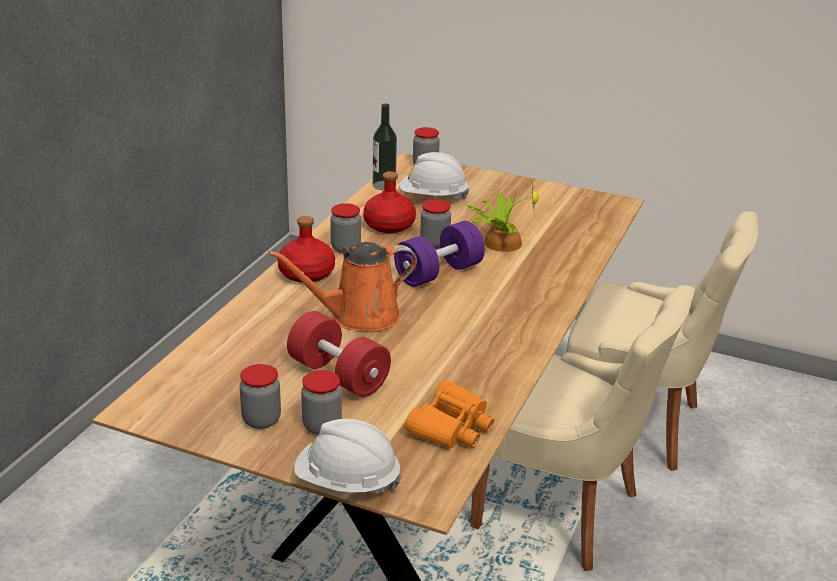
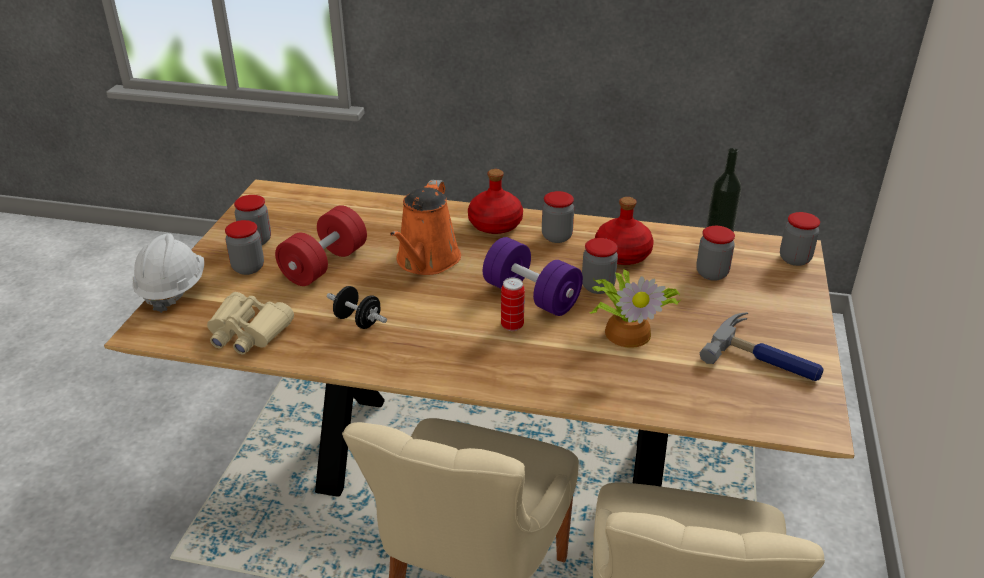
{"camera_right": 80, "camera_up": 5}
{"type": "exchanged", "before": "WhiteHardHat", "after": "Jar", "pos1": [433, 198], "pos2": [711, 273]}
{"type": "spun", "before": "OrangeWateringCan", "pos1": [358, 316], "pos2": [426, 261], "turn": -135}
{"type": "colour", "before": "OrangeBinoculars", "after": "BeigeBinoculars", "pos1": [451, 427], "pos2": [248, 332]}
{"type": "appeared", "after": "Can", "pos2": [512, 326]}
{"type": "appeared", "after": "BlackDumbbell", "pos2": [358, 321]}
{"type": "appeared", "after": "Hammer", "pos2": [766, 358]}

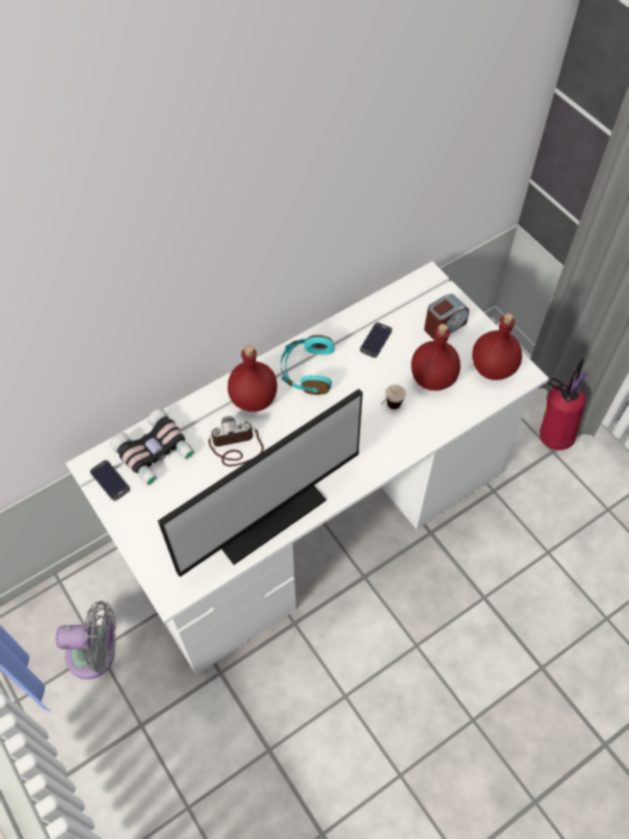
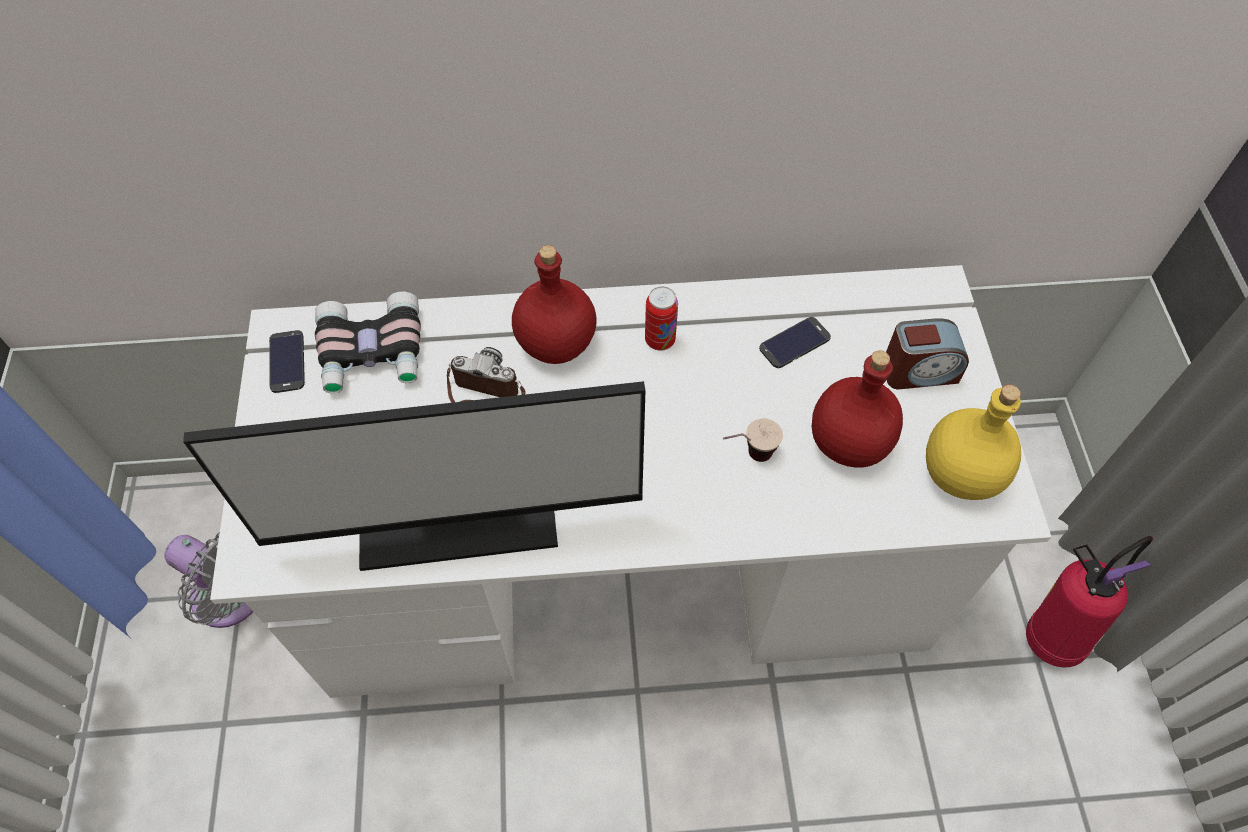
{"camera_right": 30, "camera_up": 0}
{"type": "colour", "before": "RedBottle", "after": "YellowBottle", "pos1": [493, 368], "pos2": [962, 475]}
{"type": "exchanged", "before": "TurquoiseHeadphones", "after": "Can", "pos1": [307, 371], "pos2": [660, 340]}

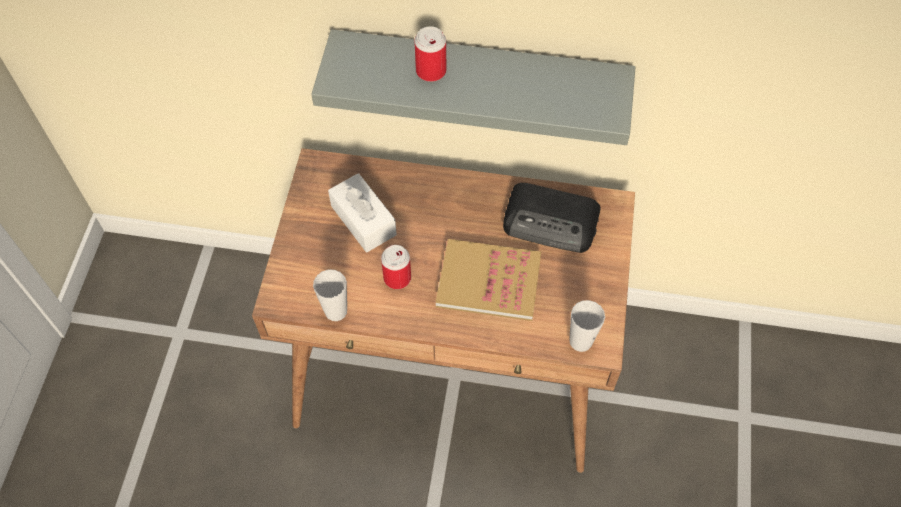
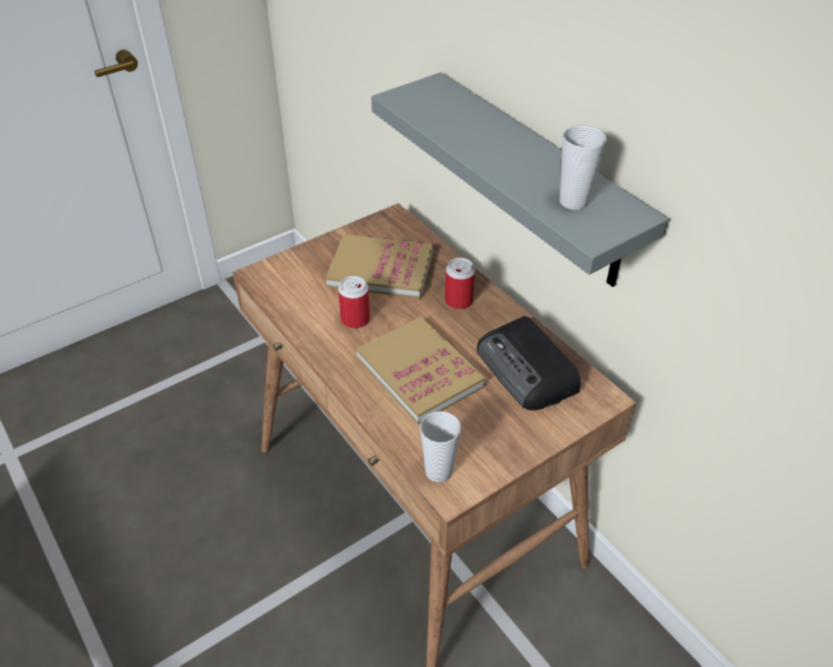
{"camera_right": 45, "camera_up": -15}
{"type": "relocated", "before": "Can", "pos1": [431, 71], "pos2": [458, 301]}
{"type": "exchanged", "before": "WhiteTissueBox", "after": "Book", "pos1": [363, 220], "pos2": [381, 269]}
{"type": "relocated", "before": "Cup", "pos1": [336, 311], "pos2": [573, 201]}

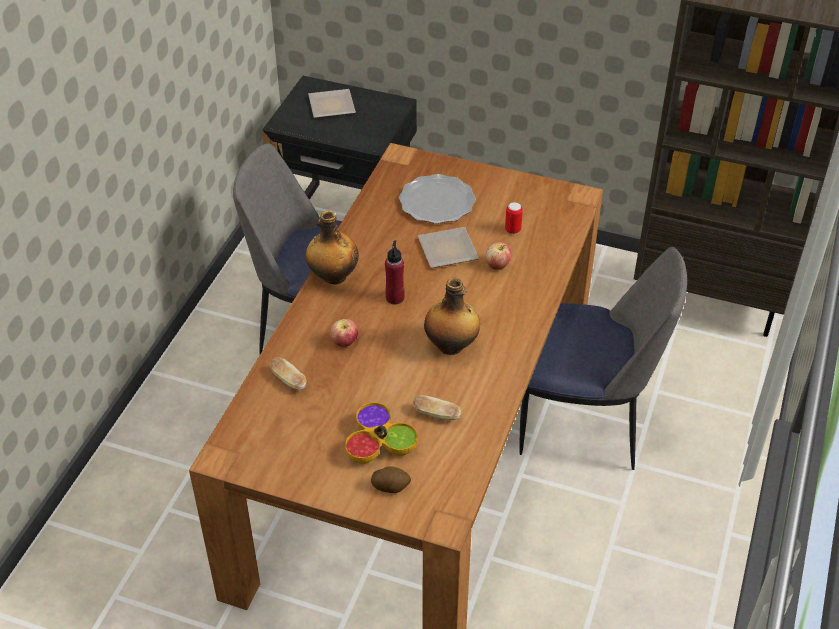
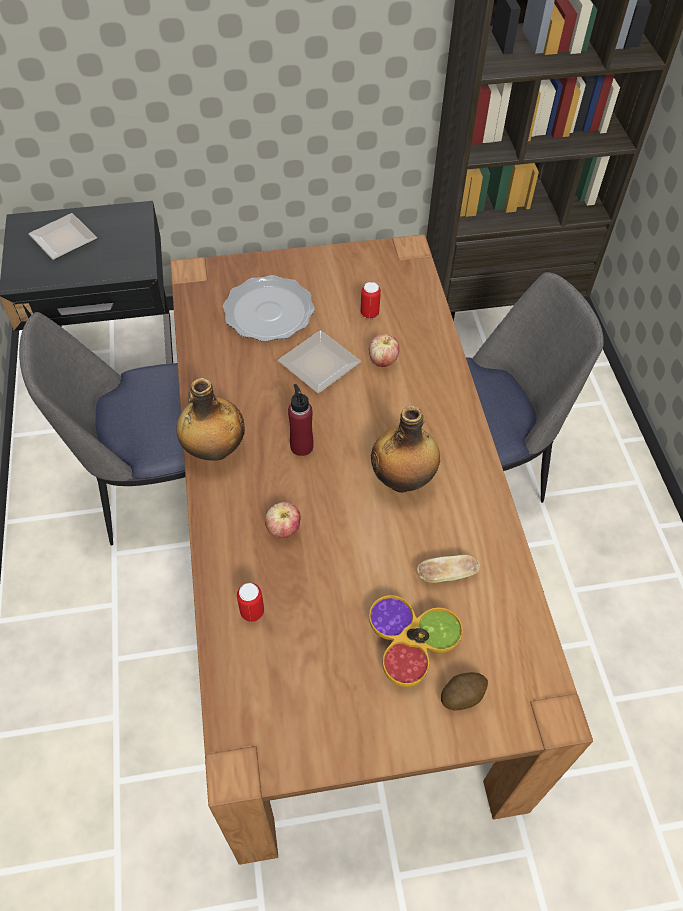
{"camera_right": -30, "camera_up": 10}
{"type": "exchanged", "before": "Bread", "after": "Can", "pos1": [289, 381], "pos2": [252, 612]}

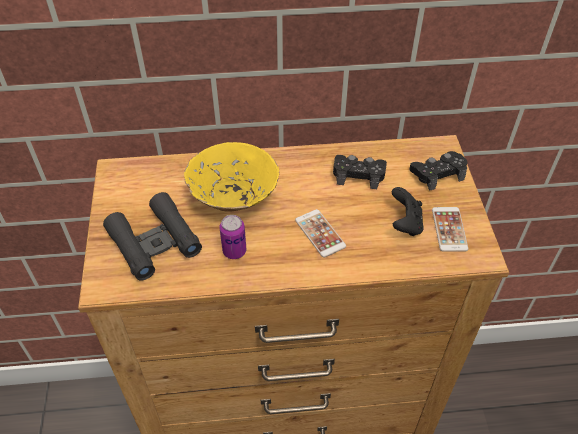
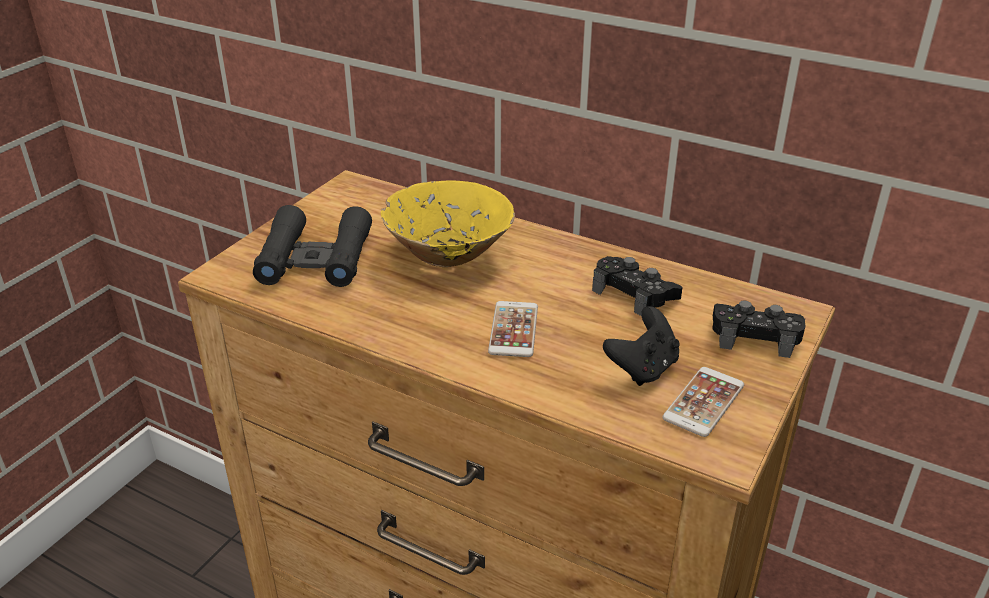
{"camera_right": 35, "camera_up": -15}
{"type": "missing", "before": "Can", "pos1": [234, 251]}

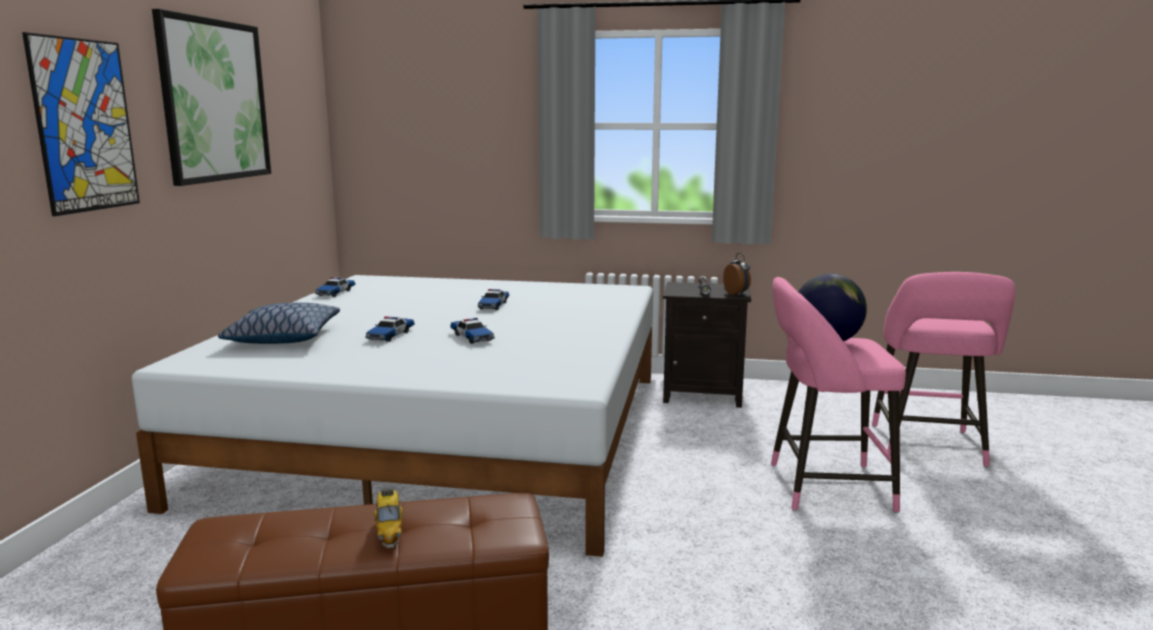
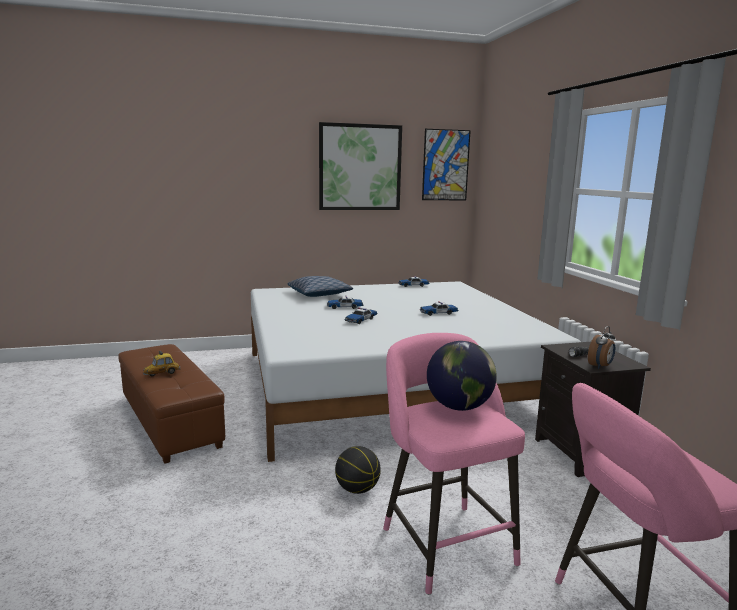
{"camera_right": 65, "camera_up": 0}
{"type": "relocated", "before": "Picture", "pos1": [85, 125], "pos2": [445, 165]}
{"type": "appeared", "after": "Basketball", "pos2": [357, 489]}

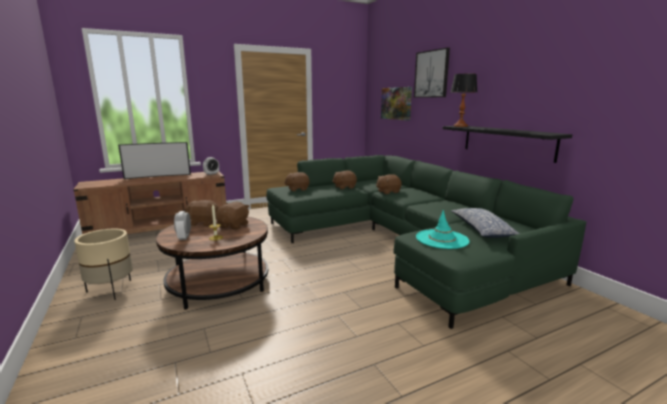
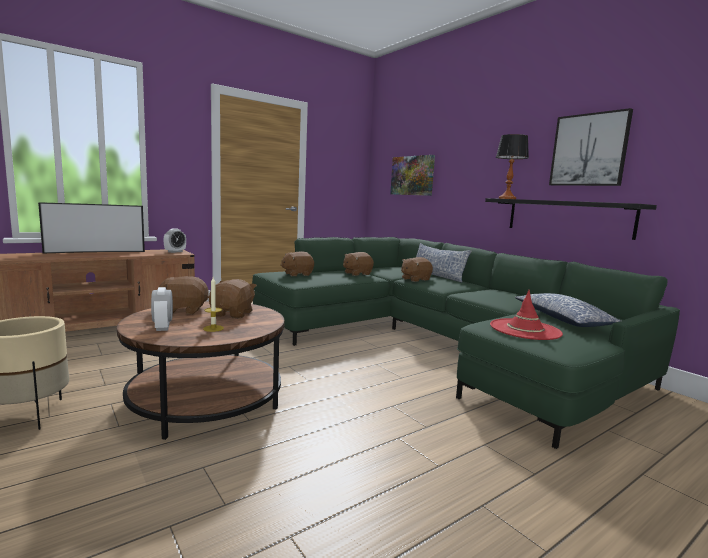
{"camera_right": -10, "camera_up": -5}
{"type": "relocated", "before": "Picture", "pos1": [431, 74], "pos2": [589, 150]}
{"type": "colour", "before": "TurquoiseHat", "after": "RedHat", "pos1": [442, 239], "pos2": [525, 329]}
{"type": "appeared", "after": "Pillow", "pos2": [437, 276]}

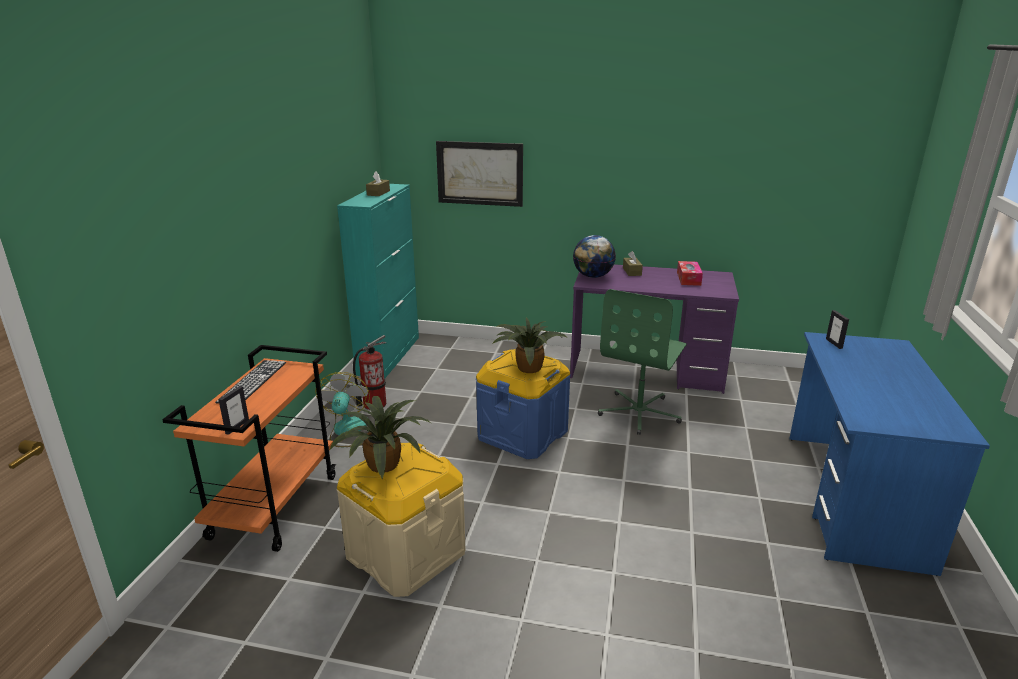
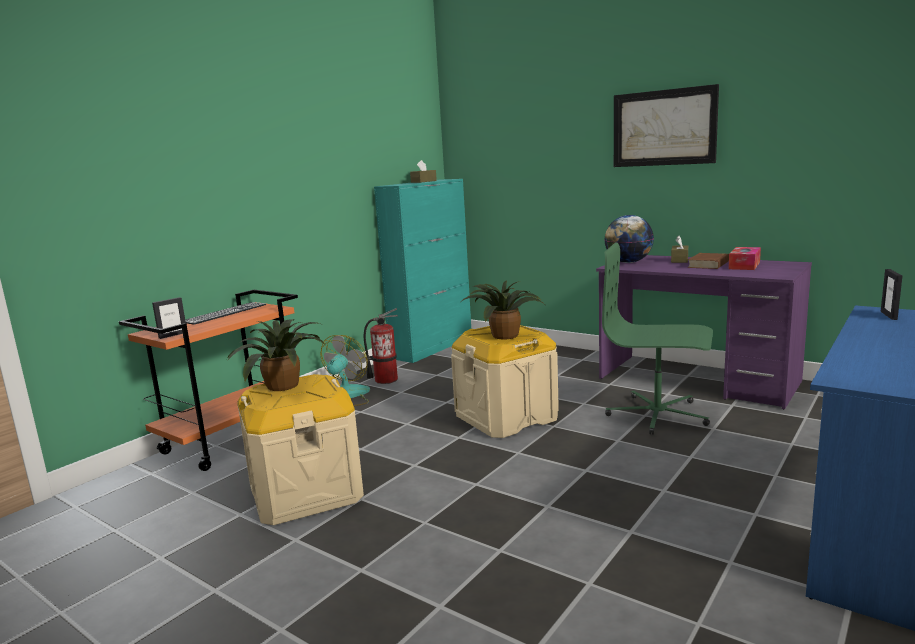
{"camera_right": 25, "camera_up": -10}
{"type": "relocated", "before": "Picture", "pos1": [480, 173], "pos2": [664, 128]}
{"type": "spun", "before": "GreenOfficeChair", "pos1": [640, 412], "pos2": [657, 415], "turn": 60}
{"type": "colour", "before": "BlueStorageBox", "after": "BeigeStorageBox", "pos1": [522, 434], "pos2": [506, 417]}
{"type": "appeared", "after": "BrownBook", "pos2": [708, 264]}

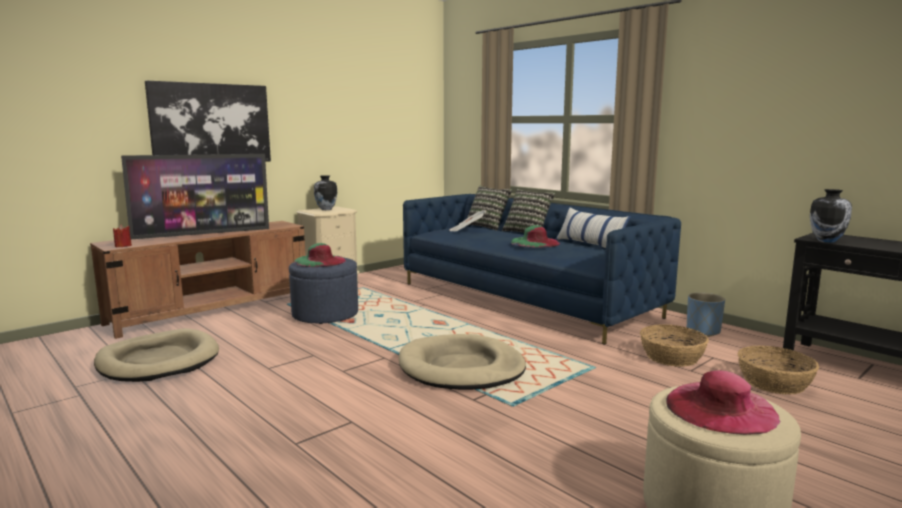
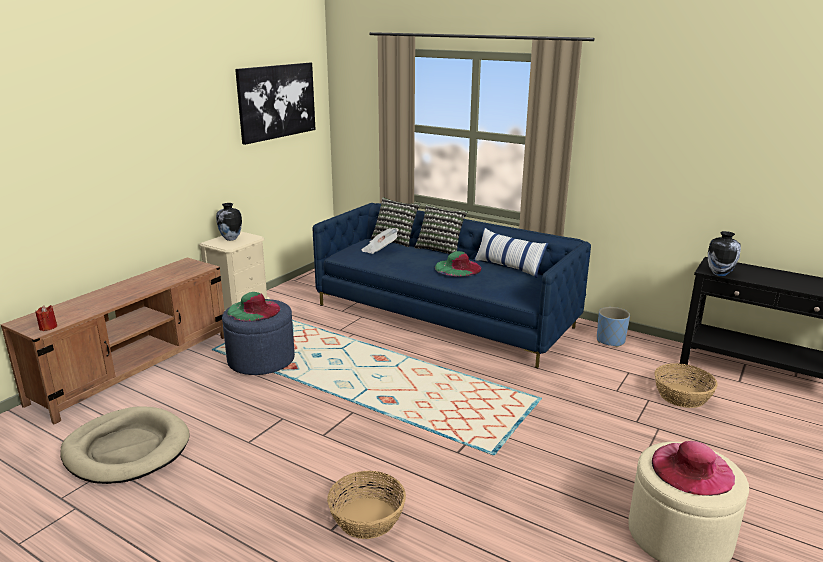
{"camera_right": -15, "camera_up": 10}
{"type": "relocated", "before": "Picture", "pos1": [211, 124], "pos2": [277, 101]}
{"type": "missing", "before": "Television", "pos1": [203, 234]}
{"type": "relocated", "before": "Basket", "pos1": [671, 357], "pos2": [366, 518]}
{"type": "missing", "before": "BeigeDogBed", "pos1": [461, 368]}

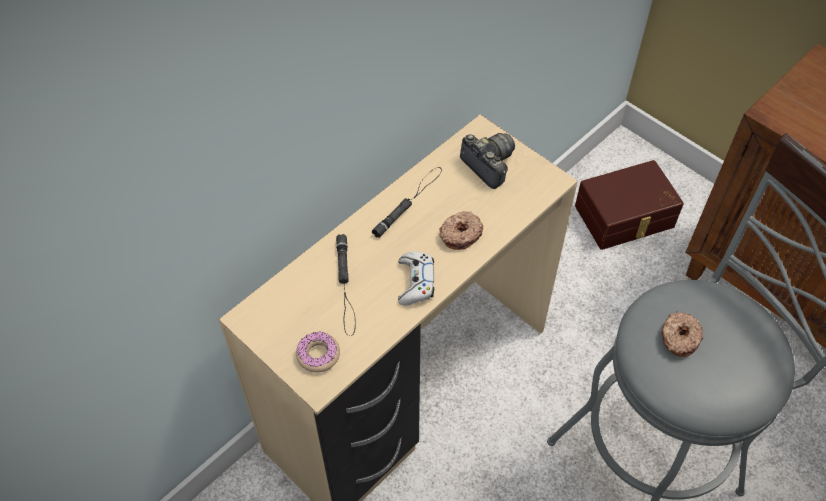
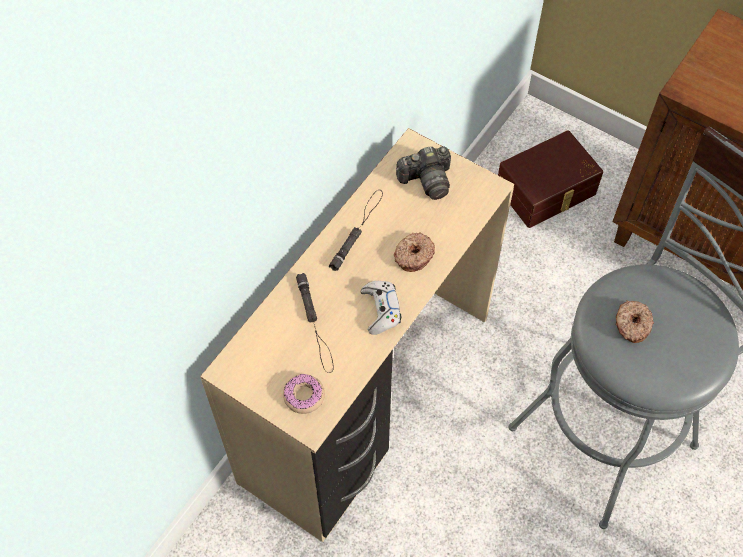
{"camera_right": -10, "camera_up": 5}
{"type": "spun", "before": "PhotoCamera", "pos1": [488, 165], "pos2": [426, 180], "turn": 120}

